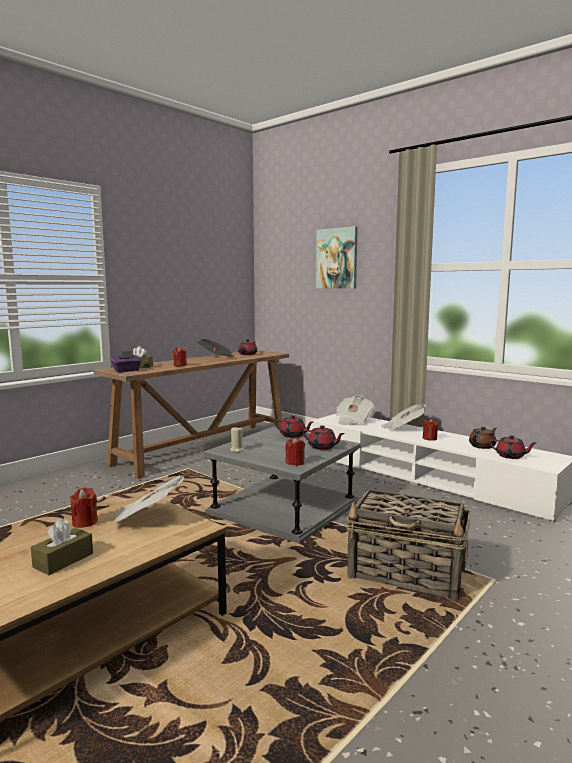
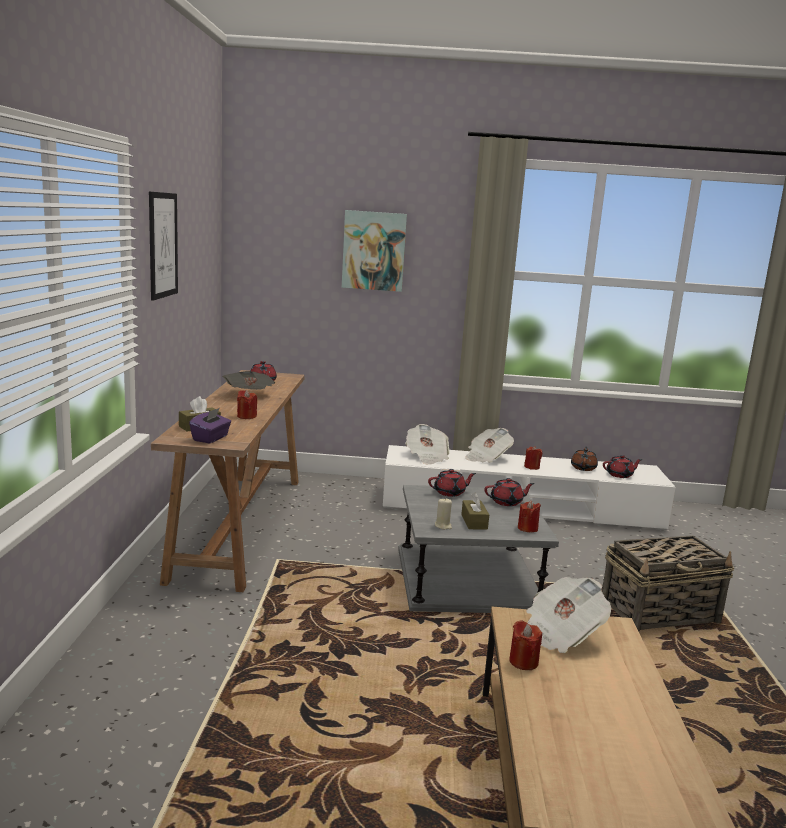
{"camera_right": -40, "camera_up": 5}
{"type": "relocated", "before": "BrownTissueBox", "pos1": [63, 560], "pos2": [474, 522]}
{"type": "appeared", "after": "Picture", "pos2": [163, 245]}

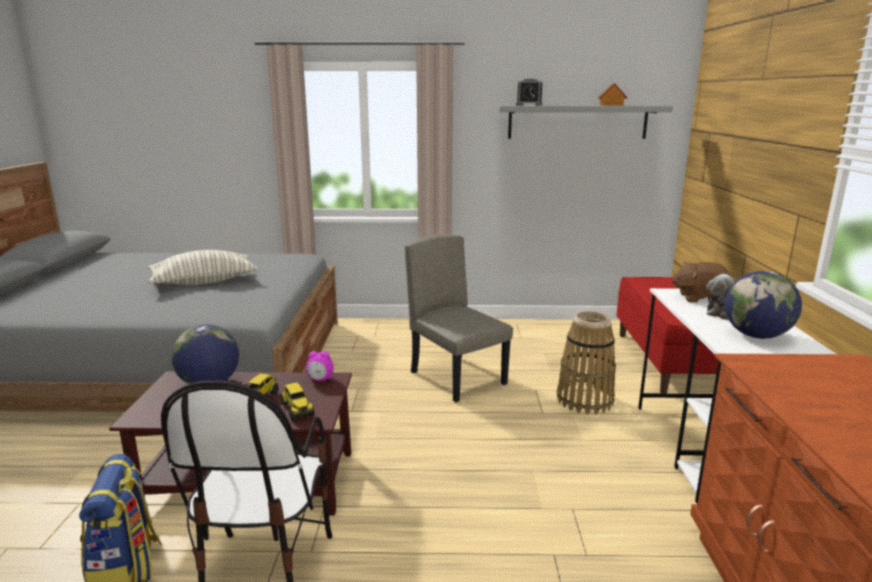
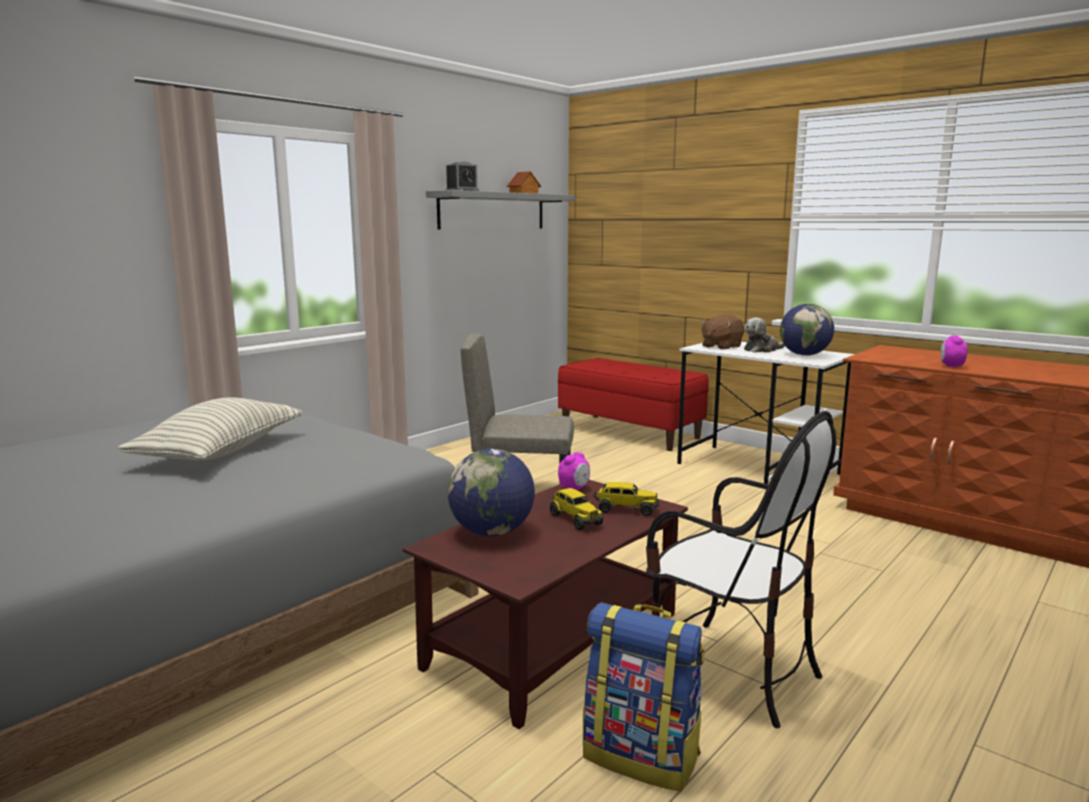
{"camera_right": -50, "camera_up": -5}
{"type": "missing", "before": "Basket", "pos1": [585, 400]}
{"type": "appeared", "after": "AlarmClock", "pos2": [951, 366]}

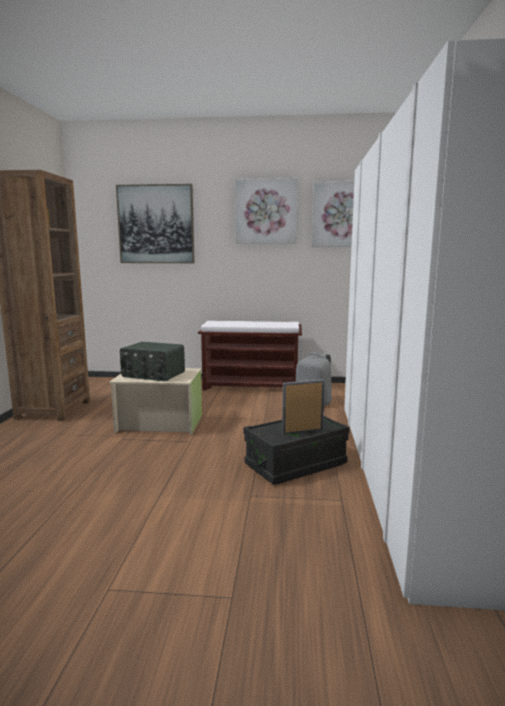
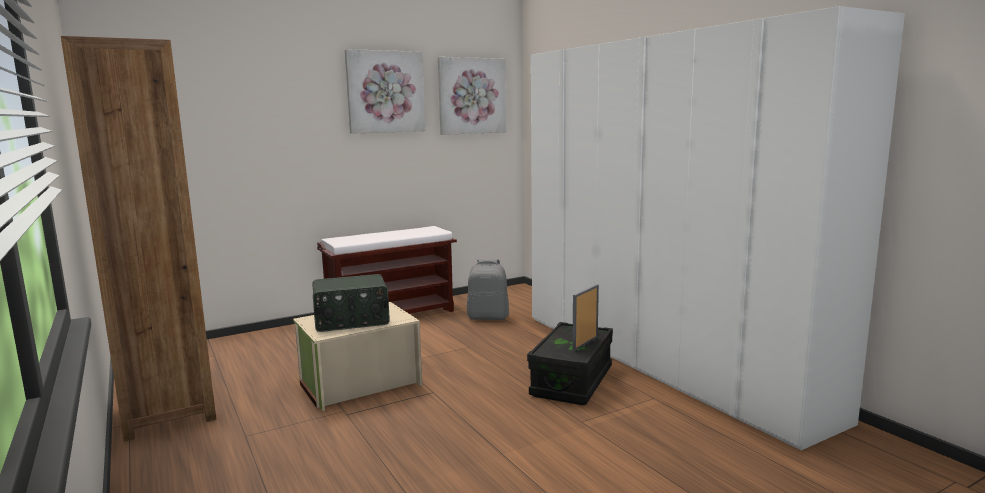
{"camera_right": -35, "camera_up": 0}
{"type": "missing", "before": "Picture", "pos1": [156, 224]}

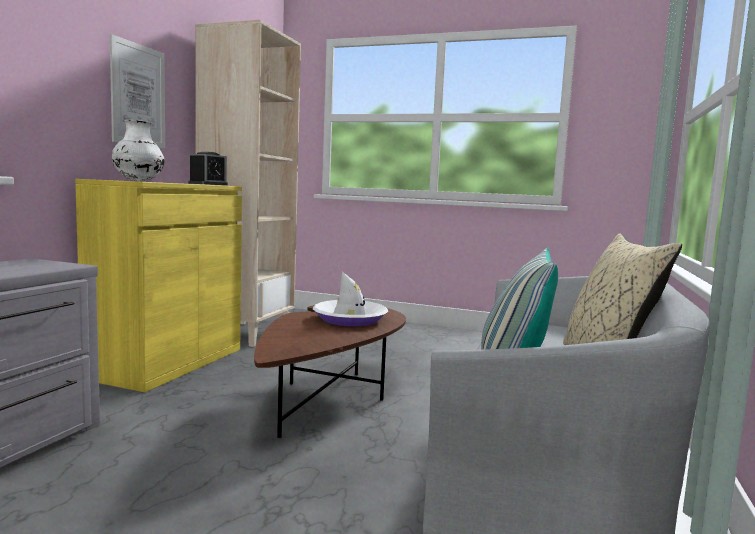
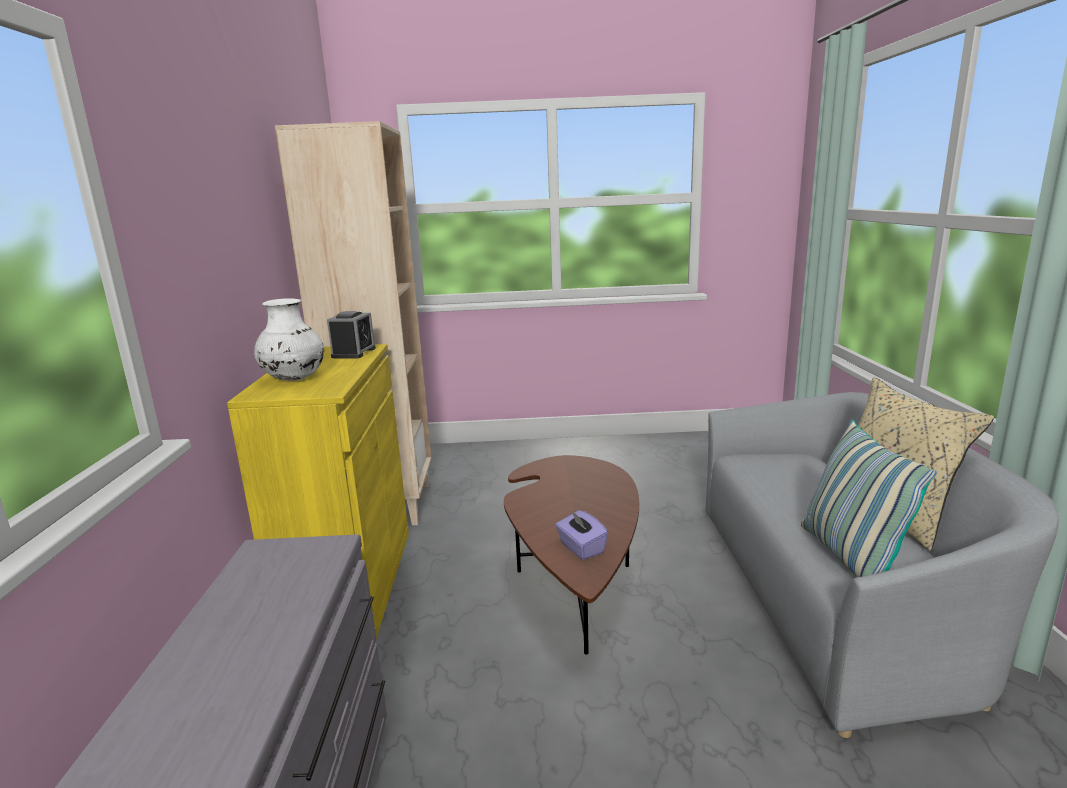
{"camera_right": -20, "camera_up": 10}
{"type": "missing", "before": "Picture", "pos1": [138, 95]}
{"type": "missing", "before": "WhiteHat", "pos1": [350, 319]}
{"type": "appeared", "after": "PurpleTissueBox", "pos2": [581, 548]}

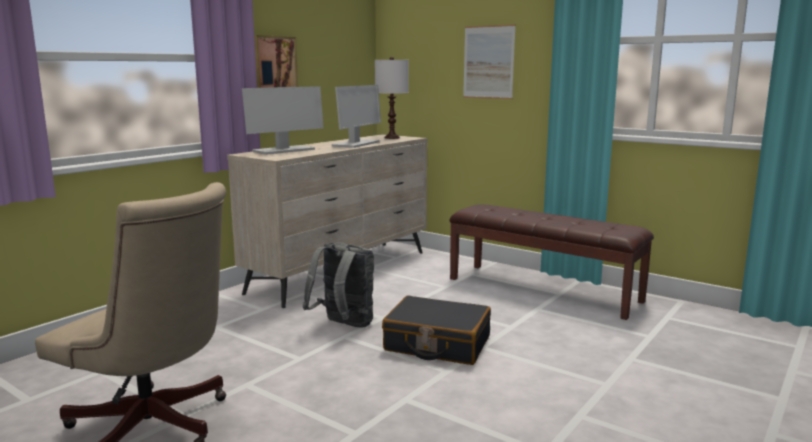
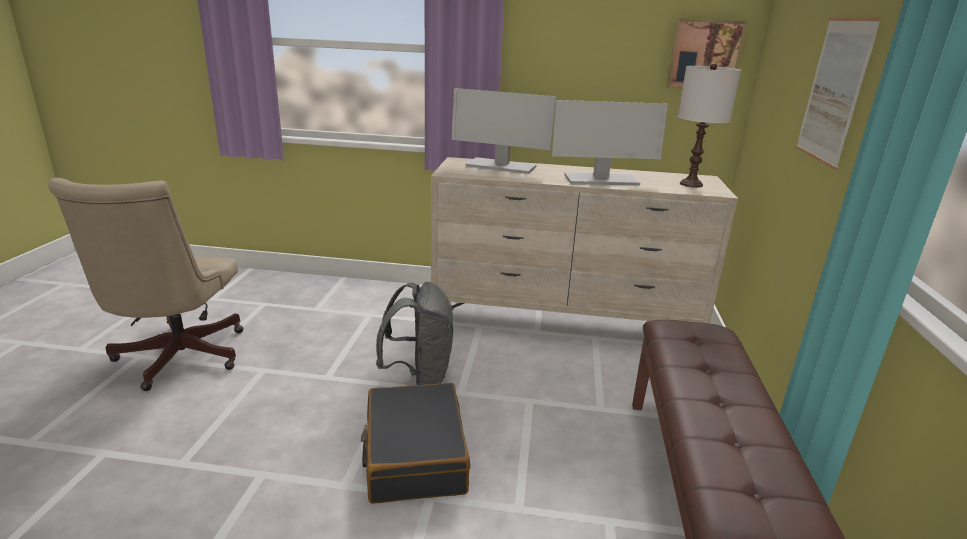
{"camera_right": 60, "camera_up": 10}
{"type": "relocated", "before": "Picture", "pos1": [273, 63], "pos2": [704, 55]}

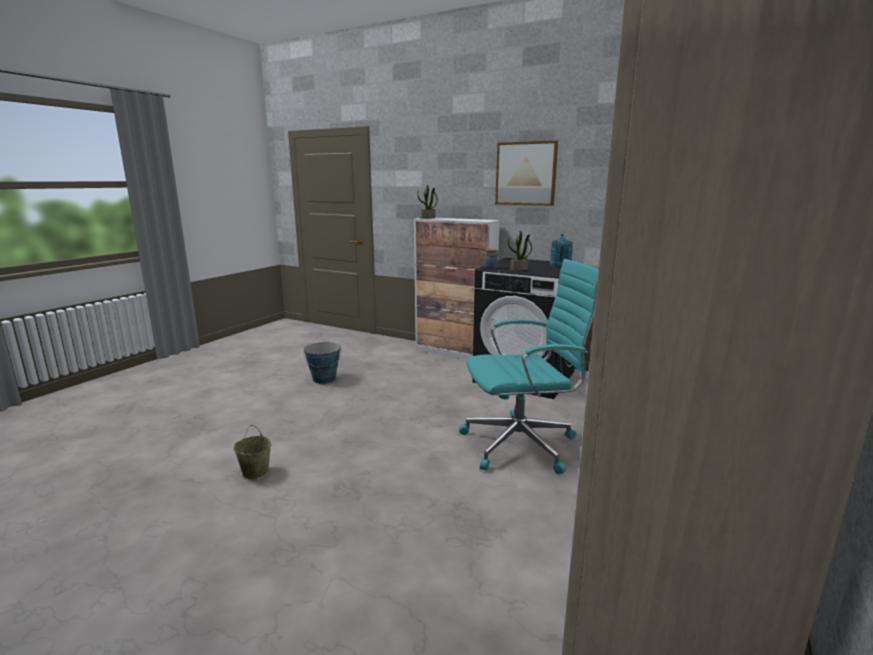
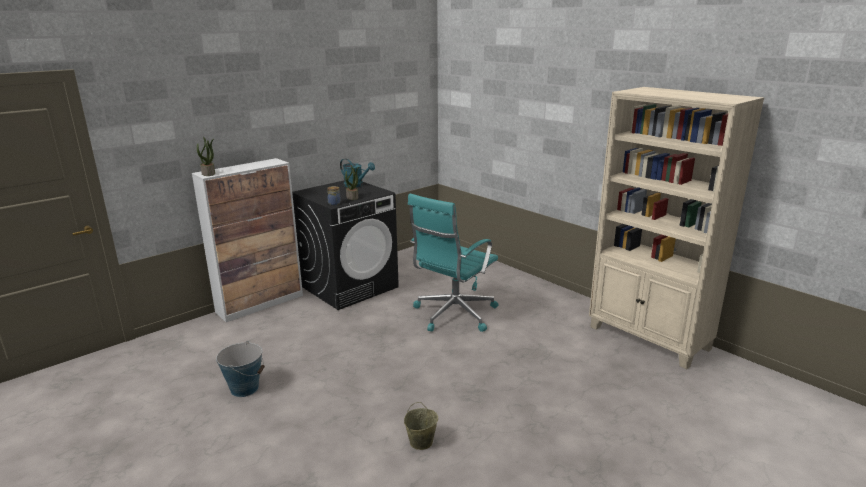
{"camera_right": -70, "camera_up": 5}
{"type": "missing", "before": "Picture", "pos1": [526, 173]}
{"type": "spun", "before": "TurquoiseOfficeChair", "pos1": [523, 444], "pos2": [453, 314], "turn": -150}

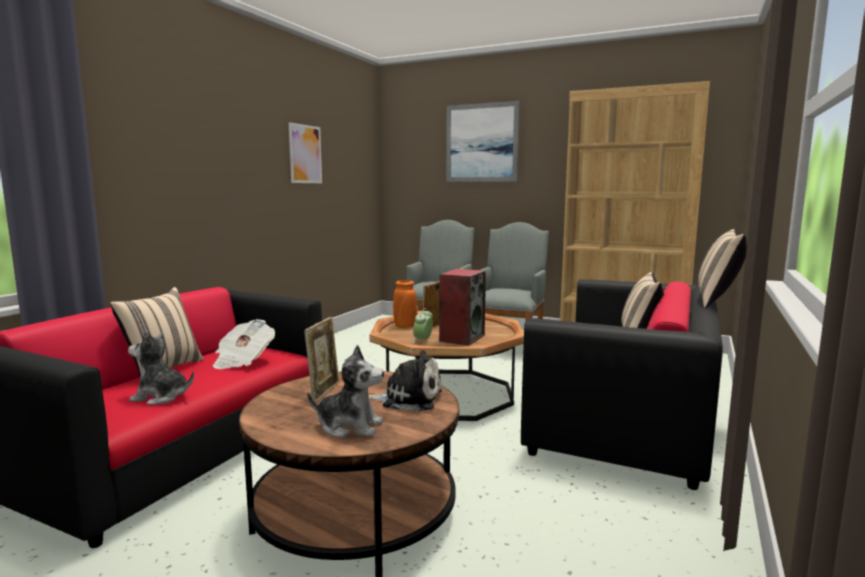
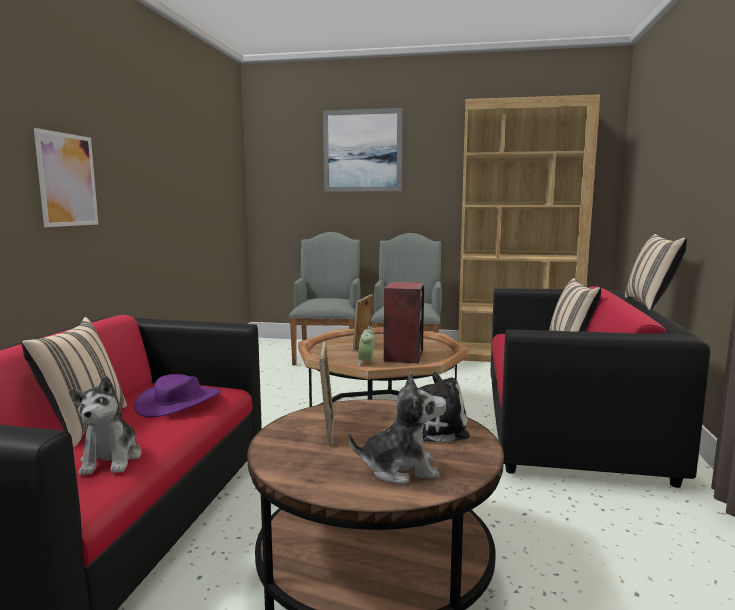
{"camera_right": -15, "camera_up": 0}
{"type": "relocated", "before": "Picture", "pos1": [305, 154], "pos2": [67, 180]}
{"type": "missing", "before": "OrangeVase", "pos1": [405, 326]}
{"type": "exchanged", "before": "Newspaper", "after": "PurpleHat", "pos1": [243, 360], "pos2": [179, 402]}
{"type": "spun", "before": "PlushToy", "pos1": [161, 397], "pos2": [111, 459], "turn": -90}

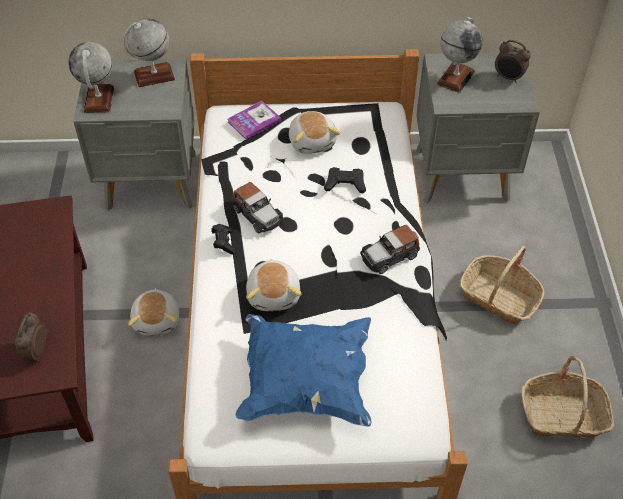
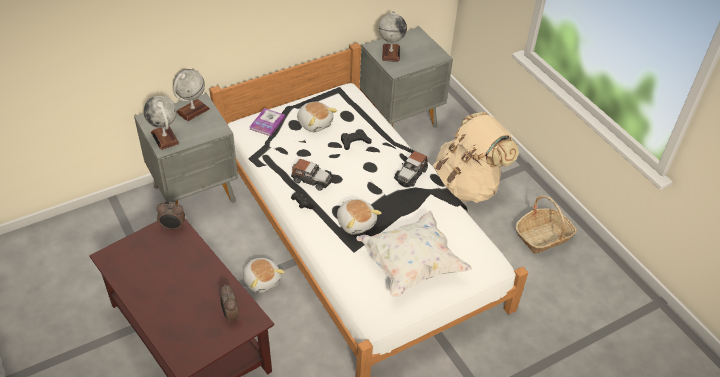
{"camera_right": -30, "camera_up": -5}
{"type": "relocated", "before": "AlarmClock", "pos1": [508, 78], "pos2": [173, 227]}
{"type": "exchanged", "before": "Basket", "after": "BeigeBackpack", "pos1": [499, 297], "pos2": [467, 185]}
{"type": "colour", "before": "BluePillow", "after": "WhitePillow", "pos1": [305, 382], "pos2": [411, 265]}

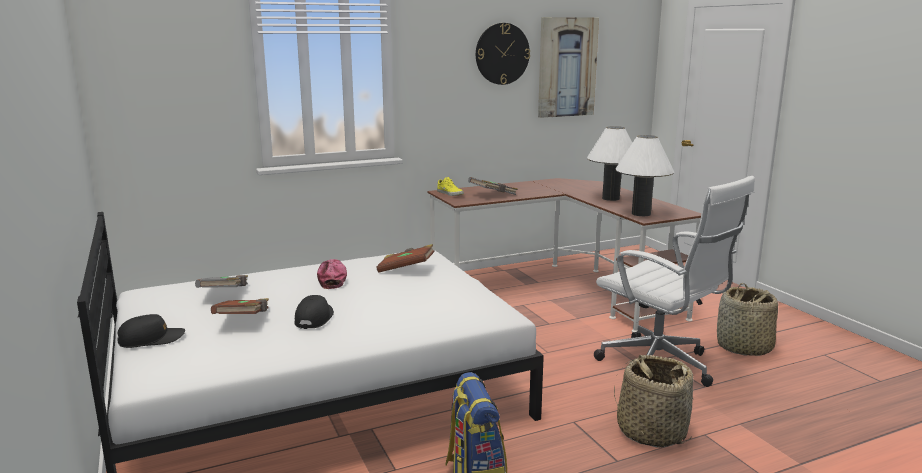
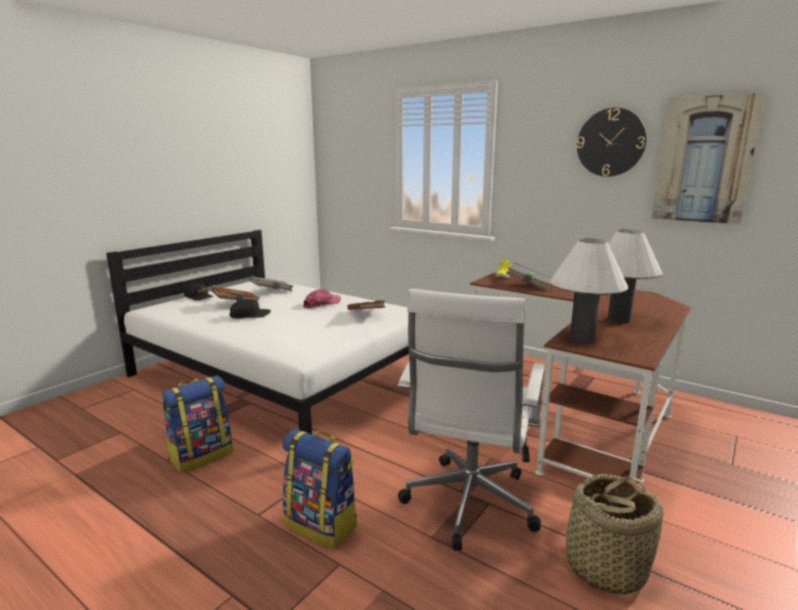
{"camera_right": 60, "camera_up": 0}
{"type": "exchanged", "before": "Basket", "after": "Backpack", "pos1": [651, 431], "pos2": [322, 525]}

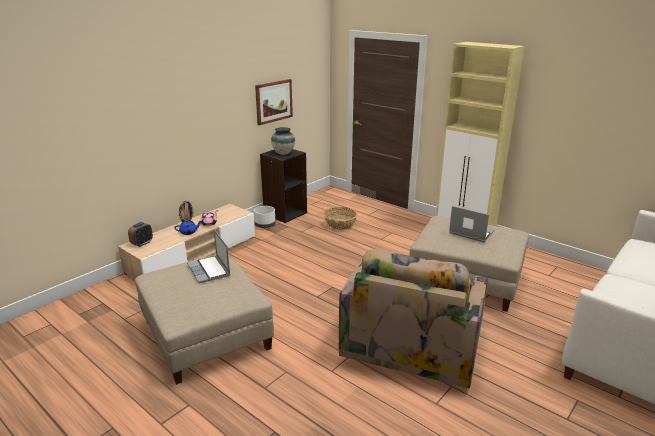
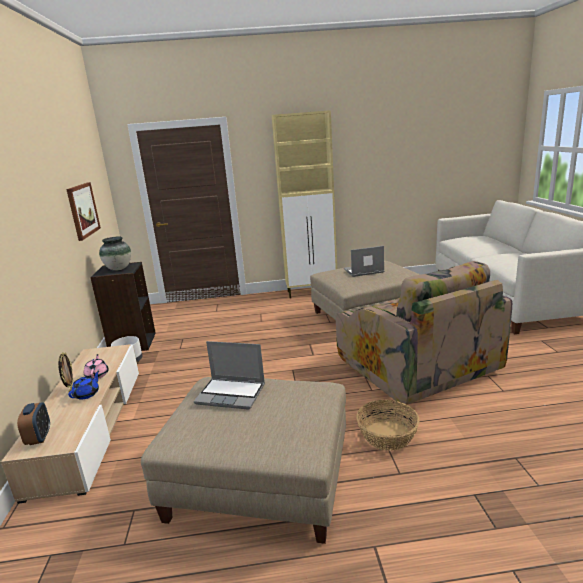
{"camera_right": -45, "camera_up": -5}
{"type": "relocated", "before": "Basket", "pos1": [340, 224], "pos2": [387, 436]}

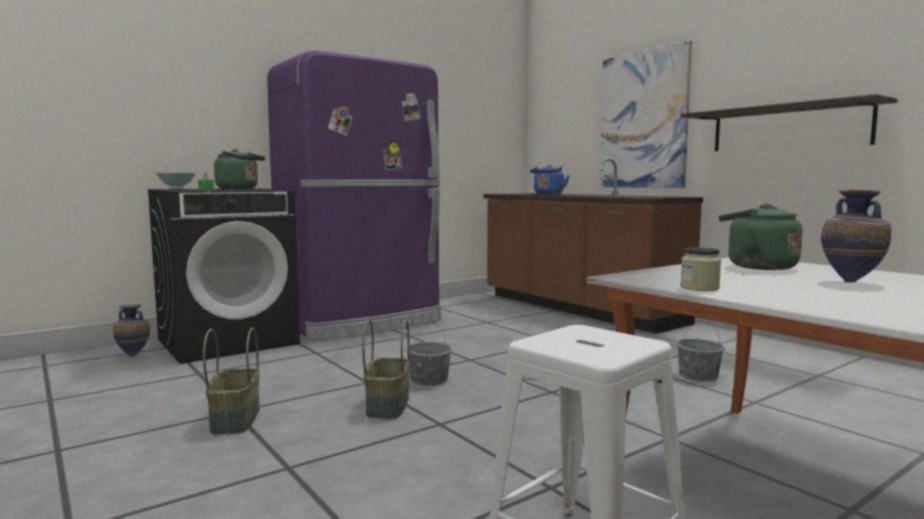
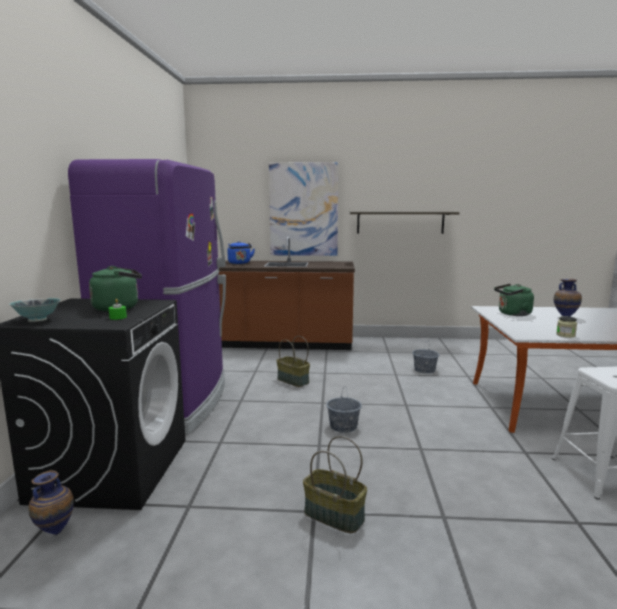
{"camera_right": -50, "camera_up": 5}
{"type": "relocated", "before": "Basket", "pos1": [387, 406], "pos2": [292, 381]}

